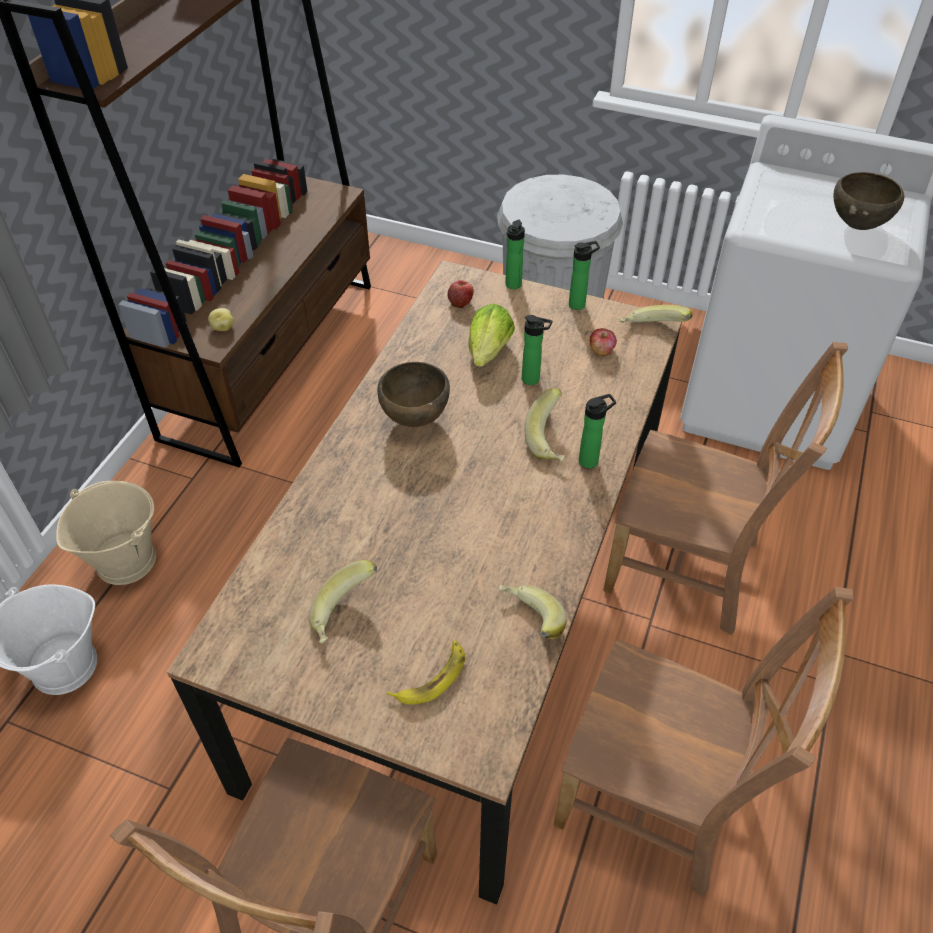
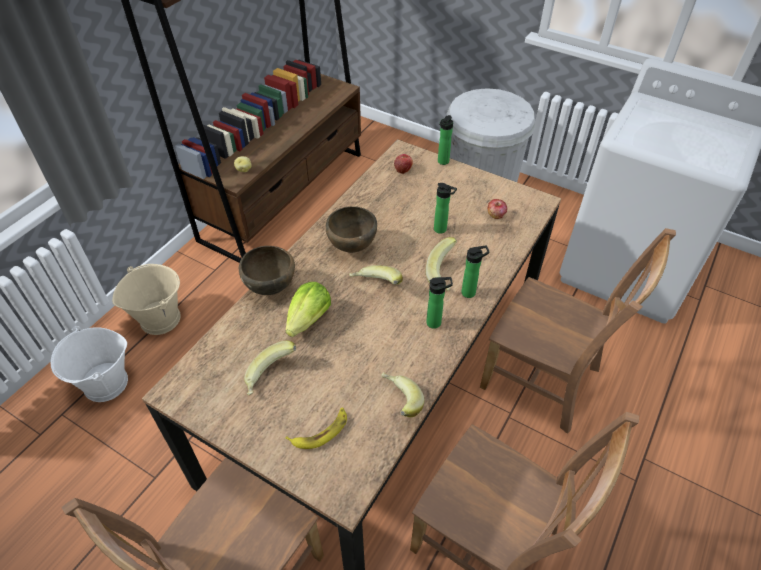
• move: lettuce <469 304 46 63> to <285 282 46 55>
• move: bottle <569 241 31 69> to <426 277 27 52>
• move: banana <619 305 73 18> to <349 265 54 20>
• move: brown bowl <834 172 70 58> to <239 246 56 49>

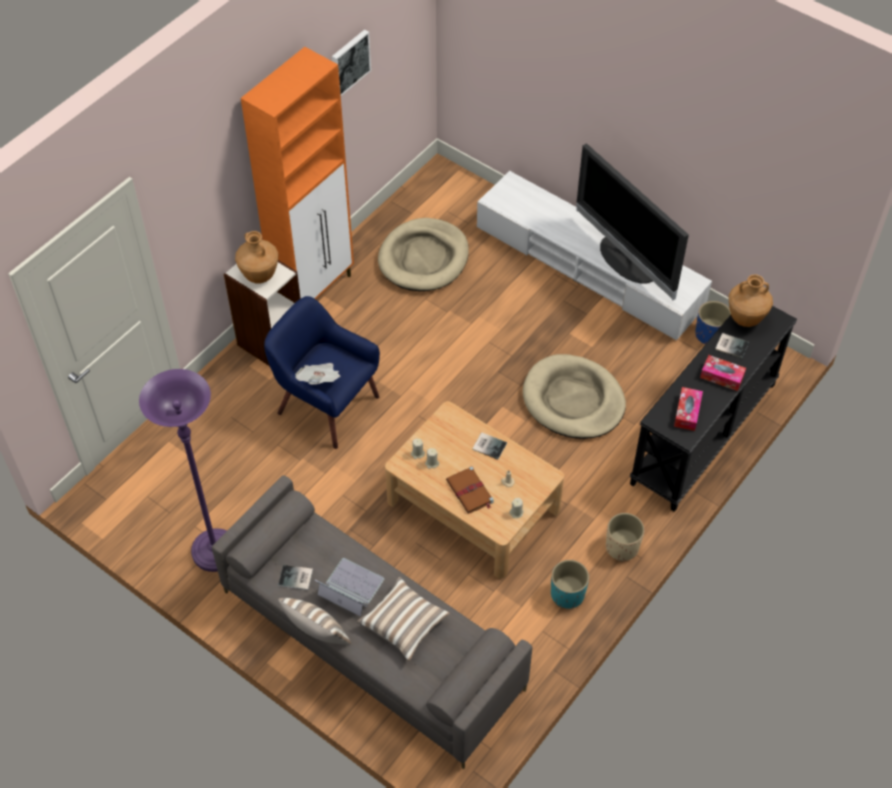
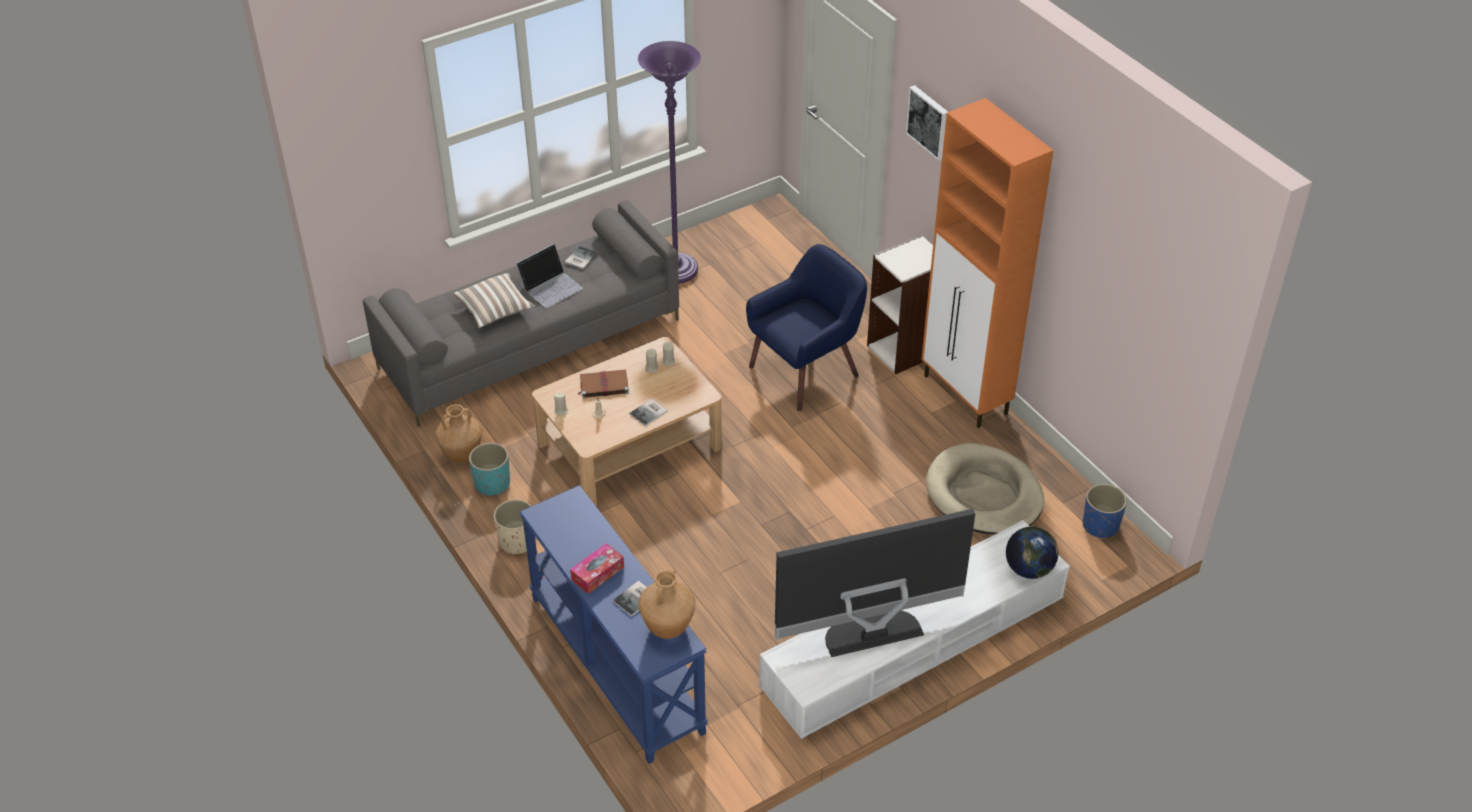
• delete: pillow <278 598 73 47>
• delete: newspaper <295 363 46 21>
• delete: beige dog bed <523 354 103 85>
• delete: tissue box <674 387 29 44>
• insert: globe <1006 526 52 53>
• move: brown vase <235 231 44 52> to <435 404 47 59>
• move: picture <332 29 39 67> to <906 85 42 76>
• move: blue planter <695 301 36 43> to <1083 484 44 55>
• recolor: black console table <630 306 167 206> to blue console table <520 485 188 279>

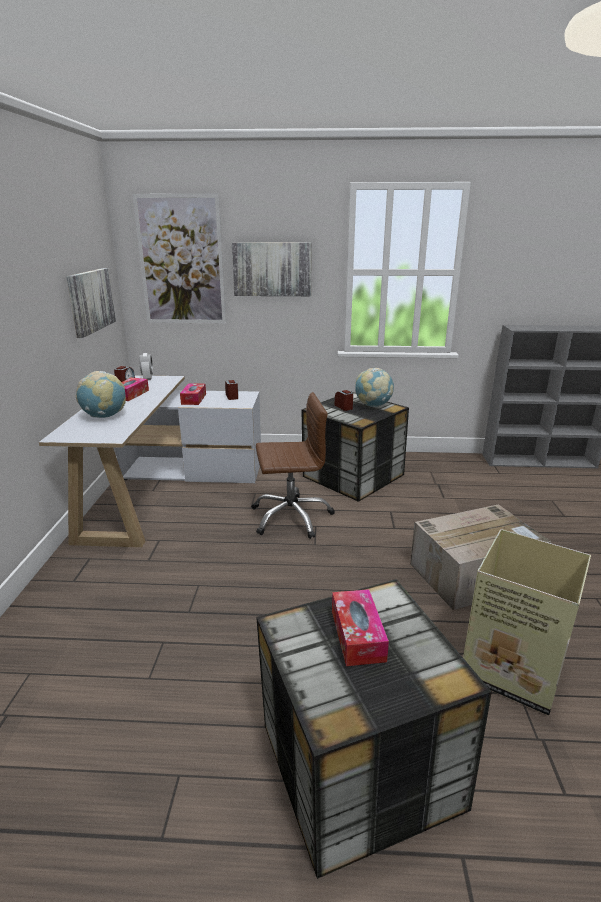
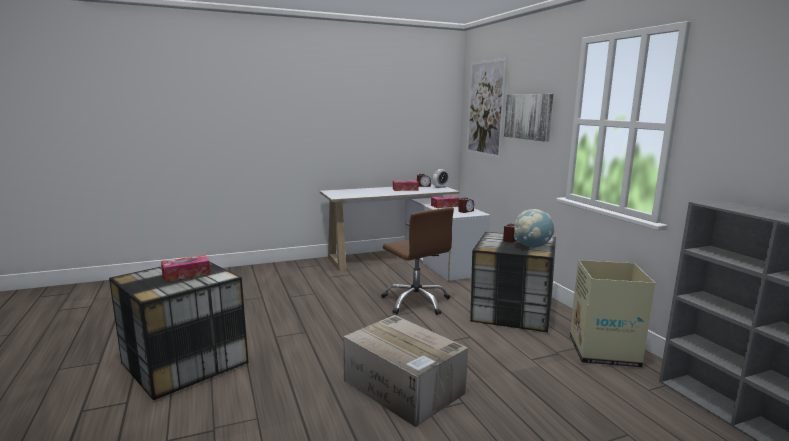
• delete: picture <66 268 50 70>
• delete: globe <76 371 50 47>
• move: cardboard box <463 529 128 187> to <570 260 85 108>

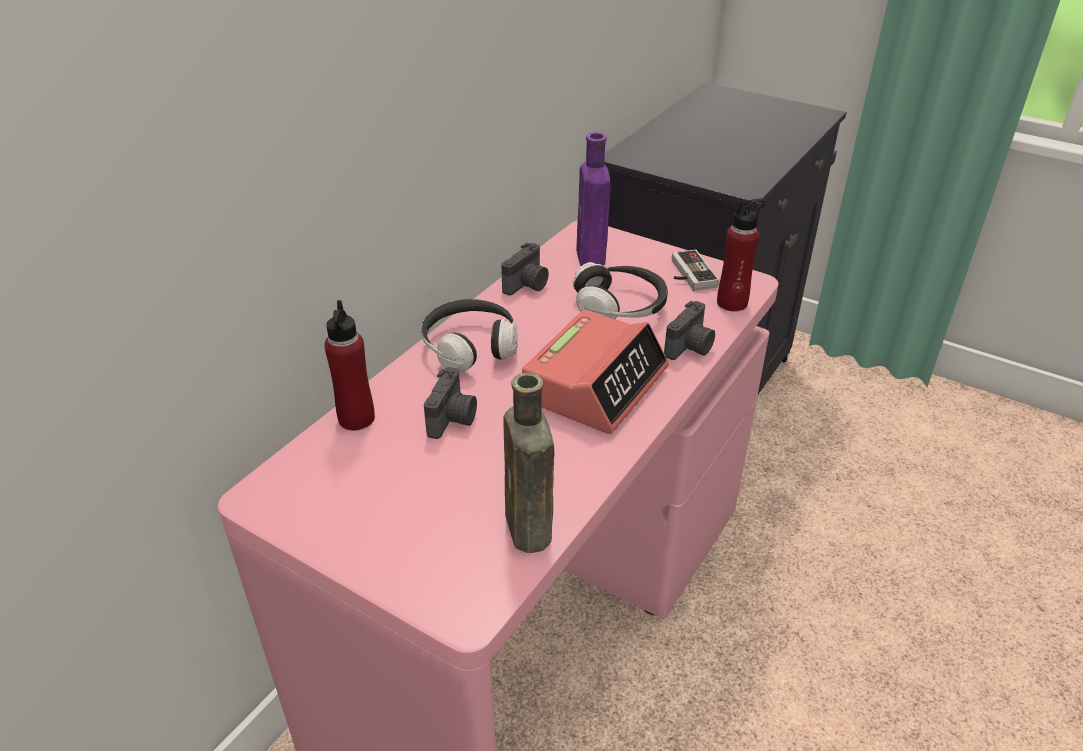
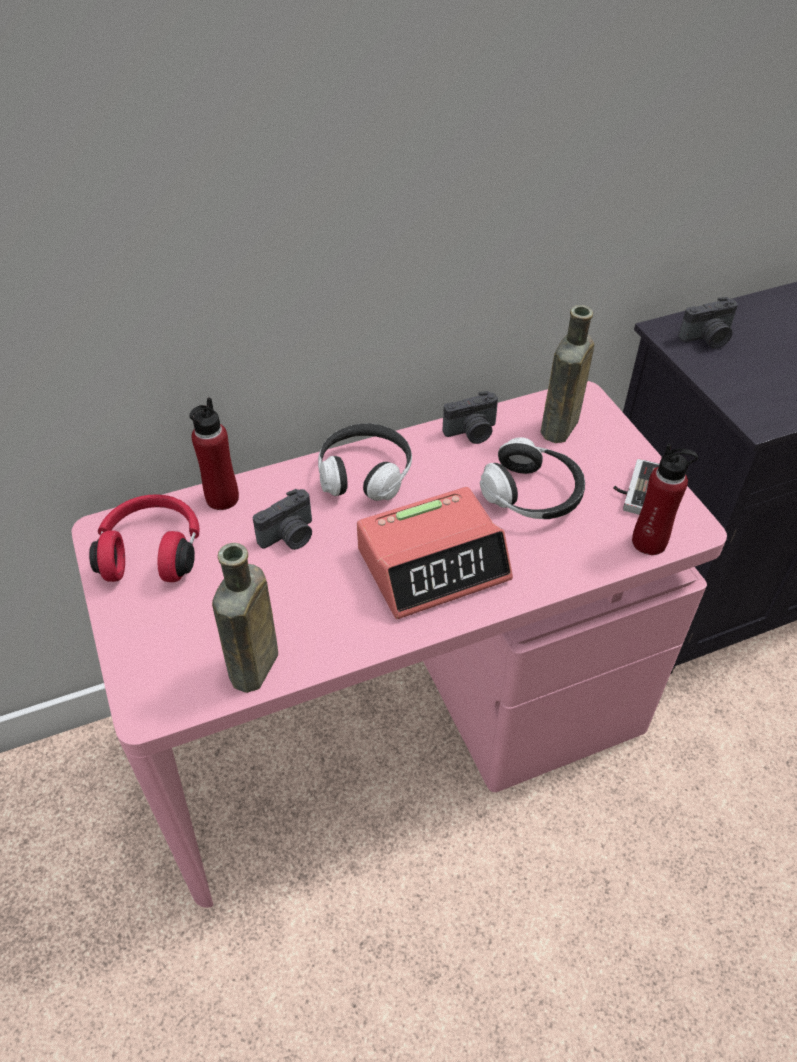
• insert: red headphones <89 494 111 88>
• move: photo camera <664 301 51 59> to <678 297 60 52>
• recolor: purple bottle <576 132 35 134> to brown bottle <541 305 53 138>

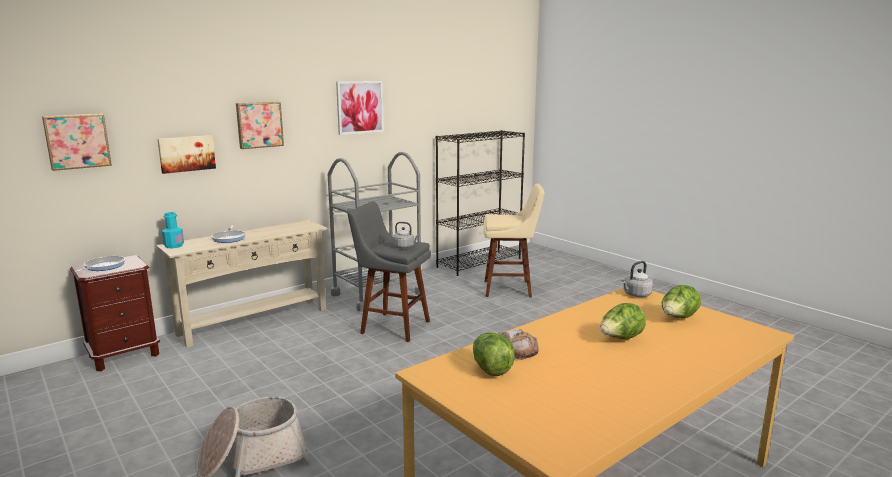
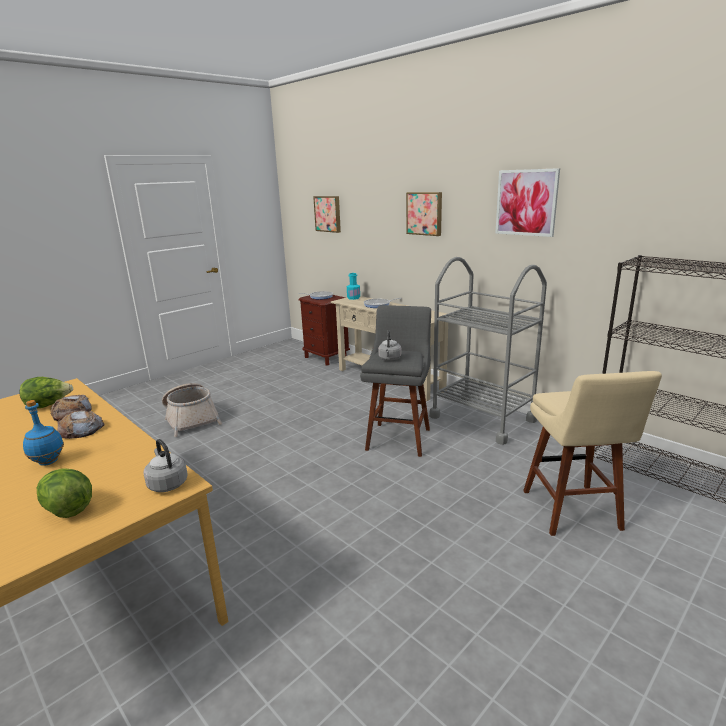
• delete: picture <157 135 59 39>
• insert: bread <57 410 48 29>
• replace: lettuce <600 303 46 36> to blue bottle <23 400 41 66>

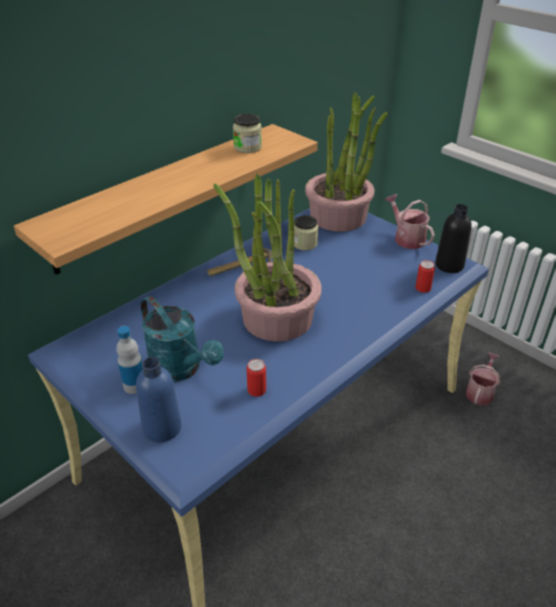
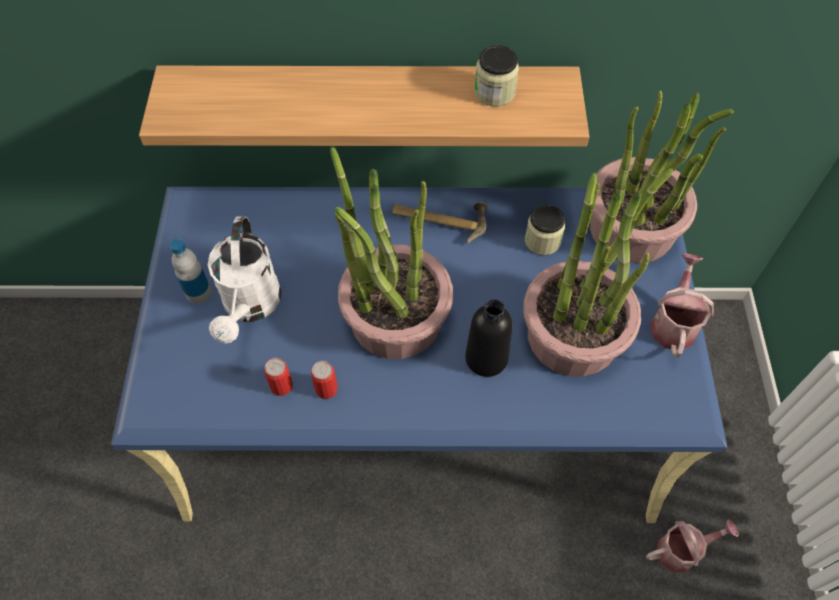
• delete: blue bottle <136 357 45 85>
• insert: potted plant <523 169 150 208>
• move: can <415 260 20 33> to <311 361 27 38>
• move: black bottle <435 204 37 69> to <465 299 48 78>
• recolor: turquoise watering can <141 296 83 86> to white watering can <208 216 73 127>

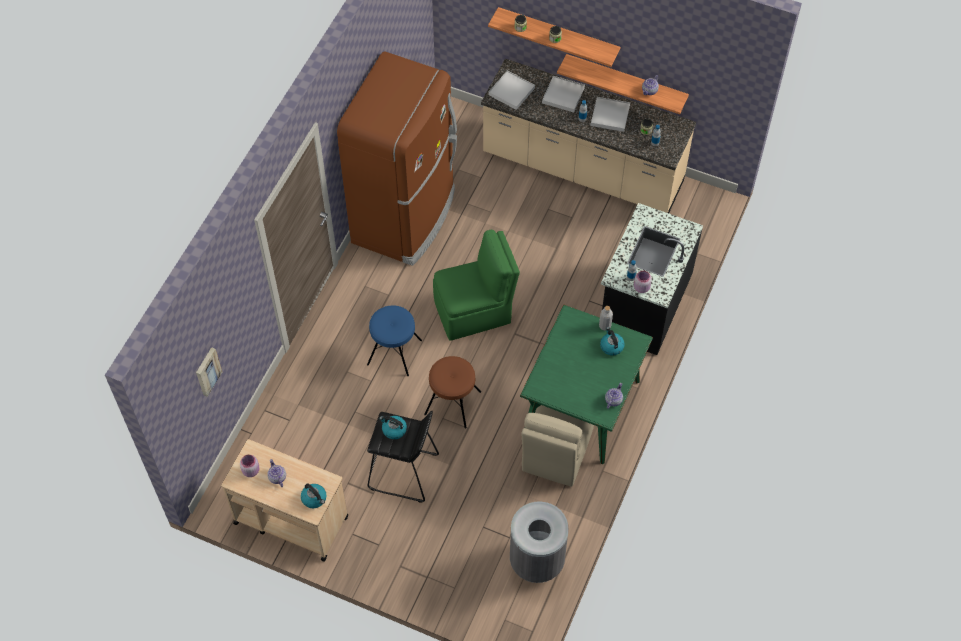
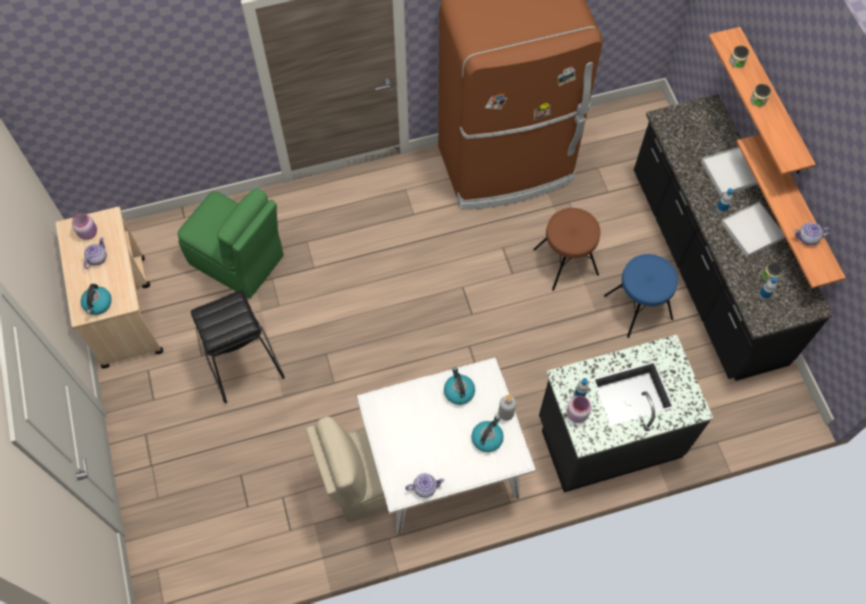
• delete: picture <196 347 26 50>
• delete: white tray <489 70 46 40>
• delete: grey trash can <510 502 59 81>
• move: blue stool <367 305 55 71> to <604 254 74 84>
• move: kettle <379 416 28 23> to <444 367 31 38>
• move: brown stool <424 356 57 73> to <533 208 68 83>
• move: green chair <433 230 87 111> to <177 188 107 111>
• recolor: beige counter <481 59 215 154> to black counter <634 94 199 287>
• recolor: green dining table <520 305 133 159> to white dining table <356 357 180 177>

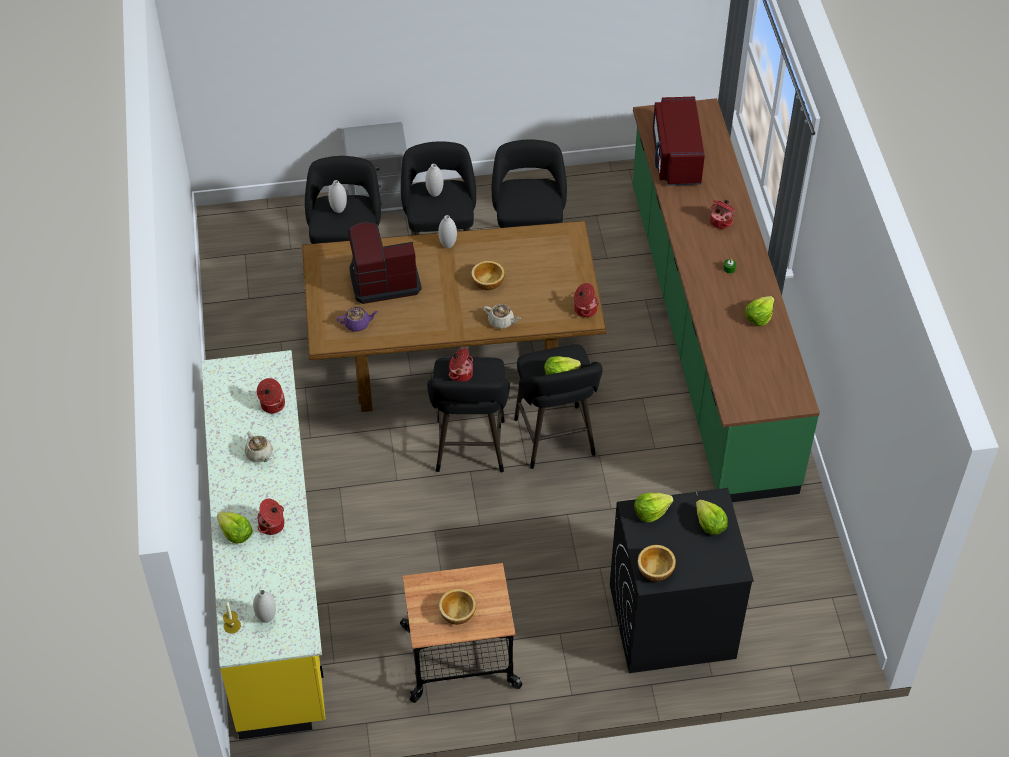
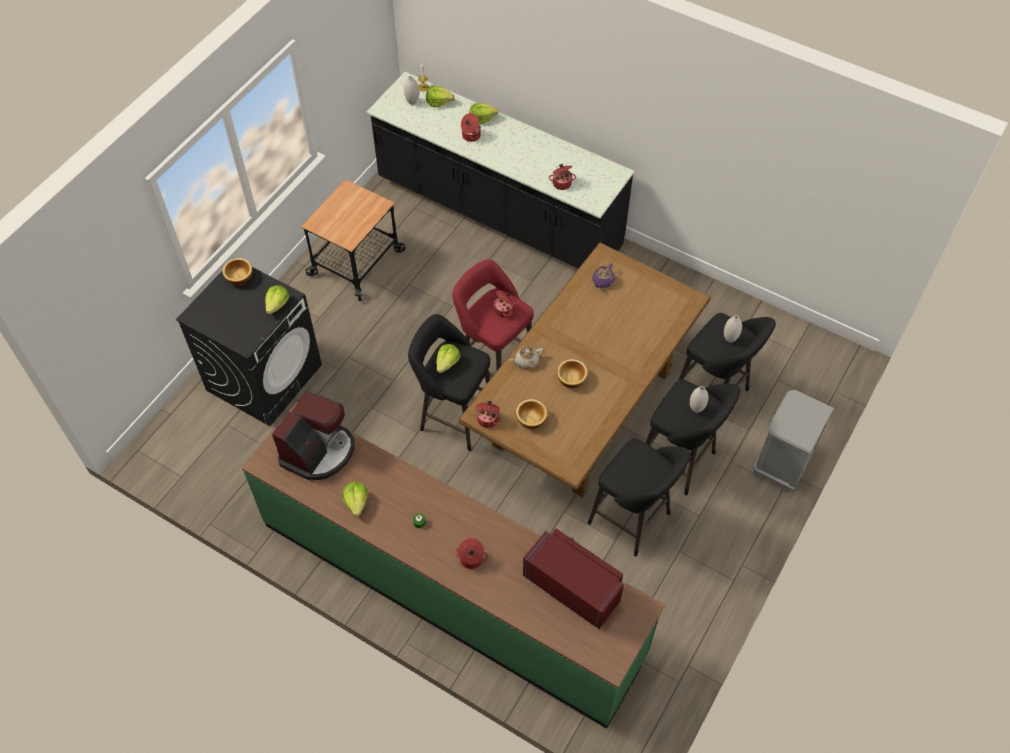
• delete: beige teapot <245 431 28 31>
• delete: white vase <438 215 19 33>
• move: coffee machine <348 222 74 82> to <272 392 83 88>
• move: bowl <439 589 37 36> to <516 399 31 30>
• move: lettuce <696 500 32 35> to <426 86 28 21>
• recolor: yellow counter <201 350 125 389> to black counter <367 72 267 197>
• recolor: black stool <427 357 83 115> to red stool <452 259 82 118>

